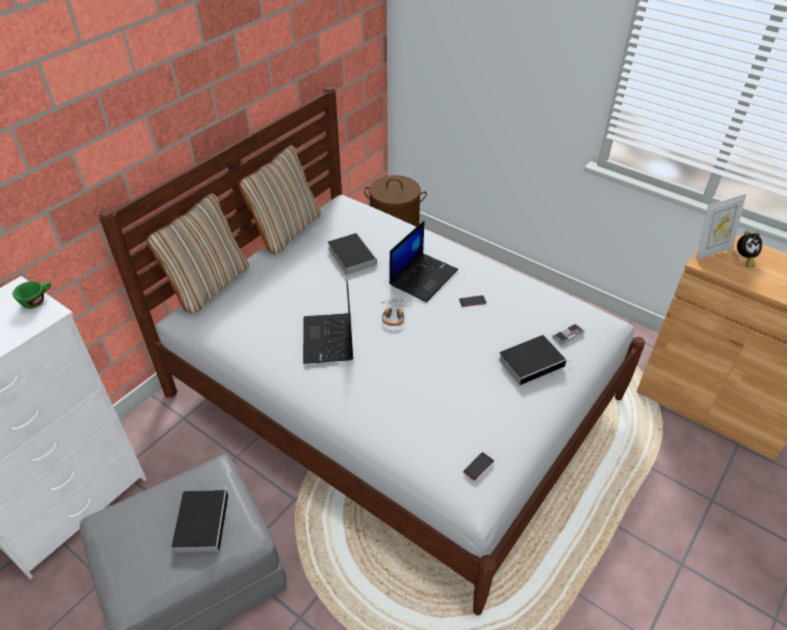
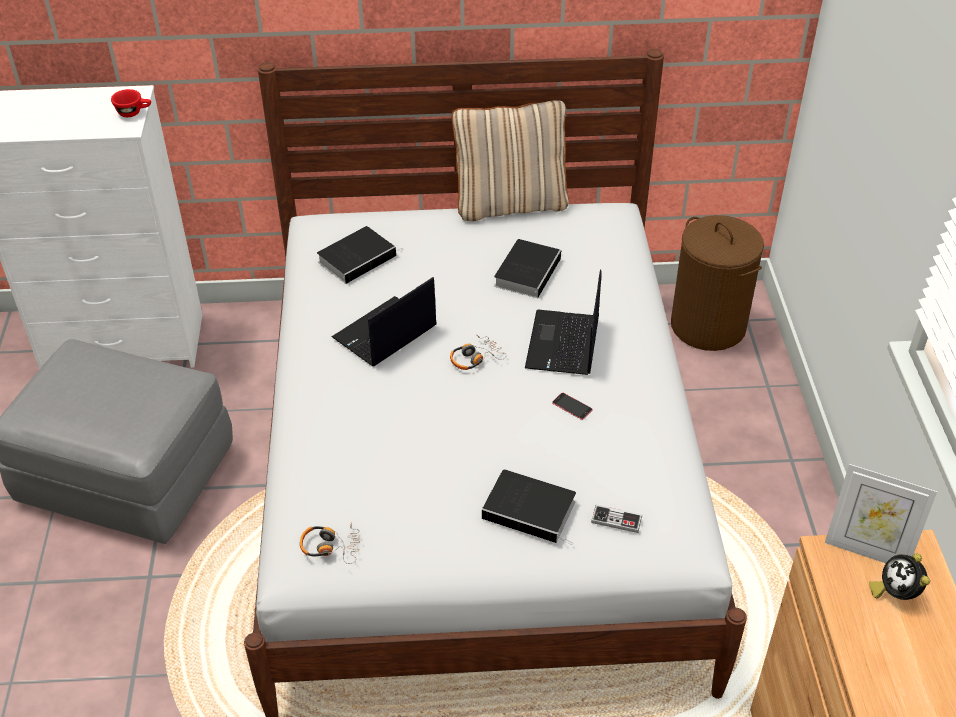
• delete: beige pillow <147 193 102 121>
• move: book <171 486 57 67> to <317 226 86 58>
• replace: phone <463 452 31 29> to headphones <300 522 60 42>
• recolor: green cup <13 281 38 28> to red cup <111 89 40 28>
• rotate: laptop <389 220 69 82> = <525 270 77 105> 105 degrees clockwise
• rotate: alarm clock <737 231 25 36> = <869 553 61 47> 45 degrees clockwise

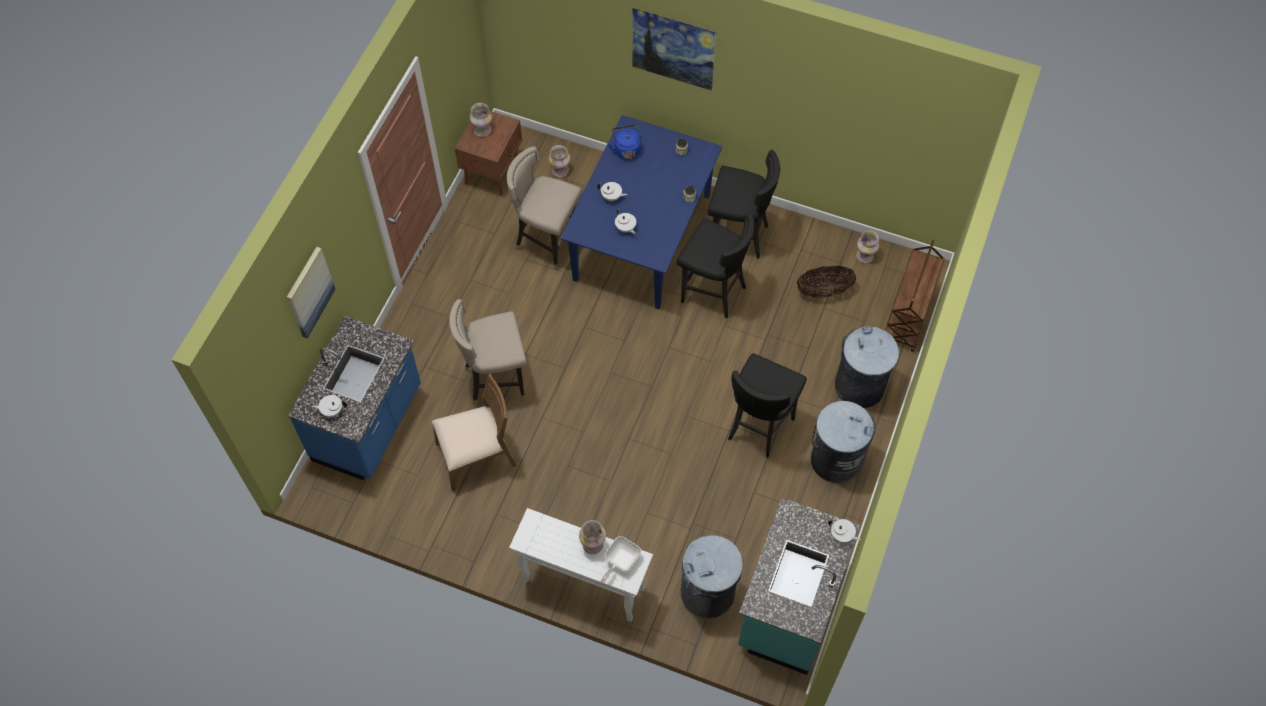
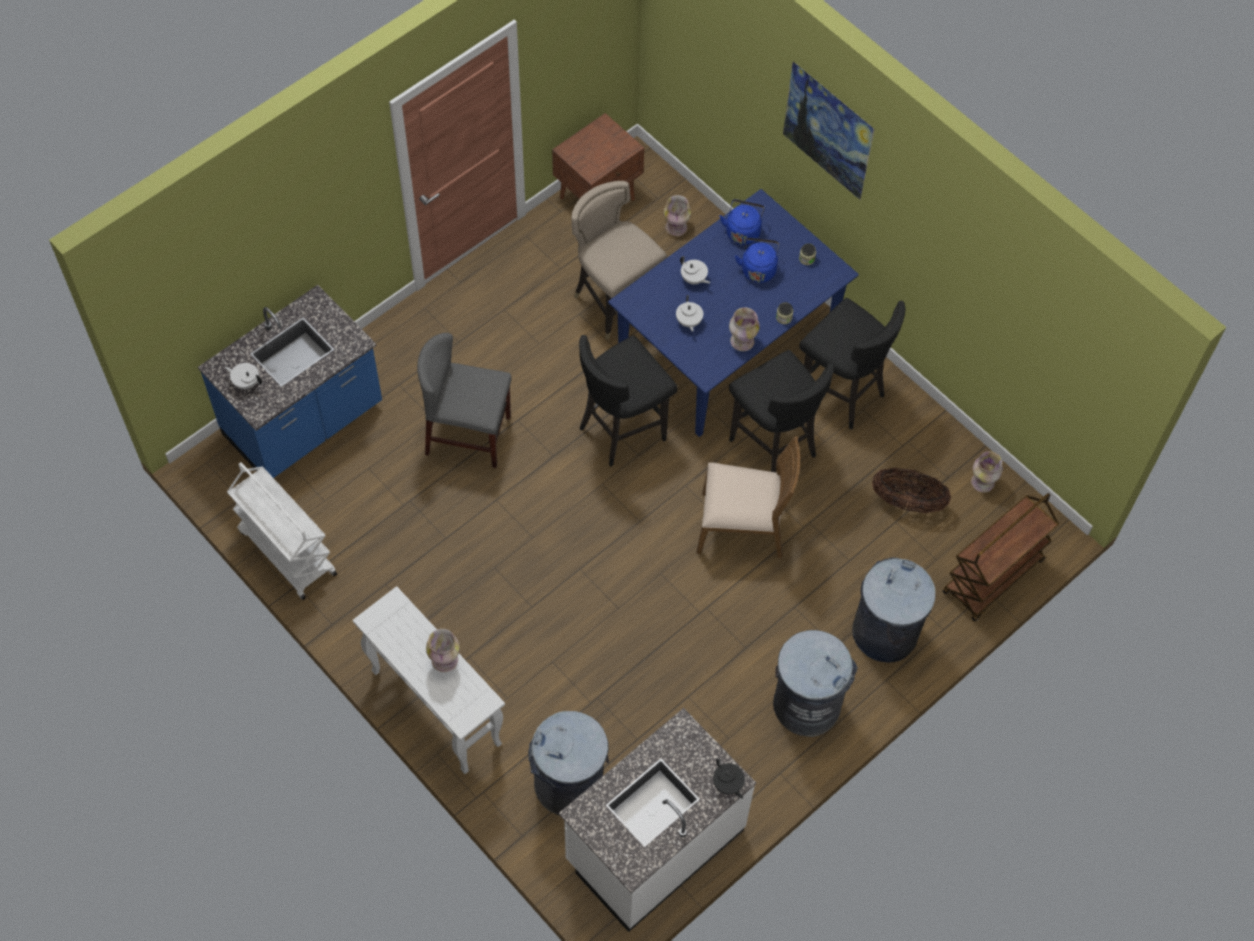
• delete: picture <287 247 49 91>
• delete: frying pan <601 536 40 48>
• insert: white cart <227 462 110 138>
• insert: blue kettle <735 238 44 45>
• move: brown chair <432 374 84 117> to <696 436 104 122>
• move: vase <470 103 22 34> to <729 307 31 44>
• move: black stool <728 353 79 104> to <579 335 99 132>
• replace: beige stool <449 299 78 107> to grey chair <417 333 95 135>
• recolor: turquoise counter <738 497 122 178> to white counter <559 708 197 224>
• recolor: white teapot <828 519 33 24> to black teapot <713 759 32 40>

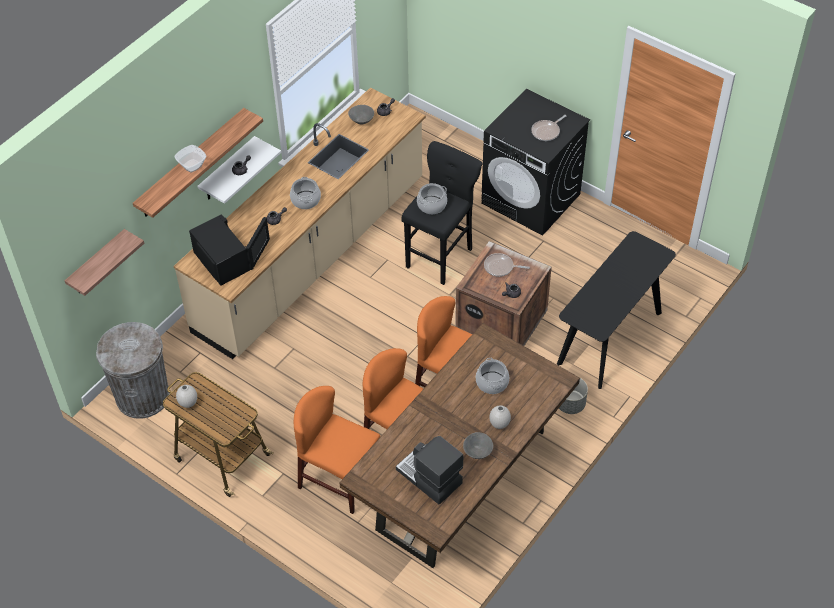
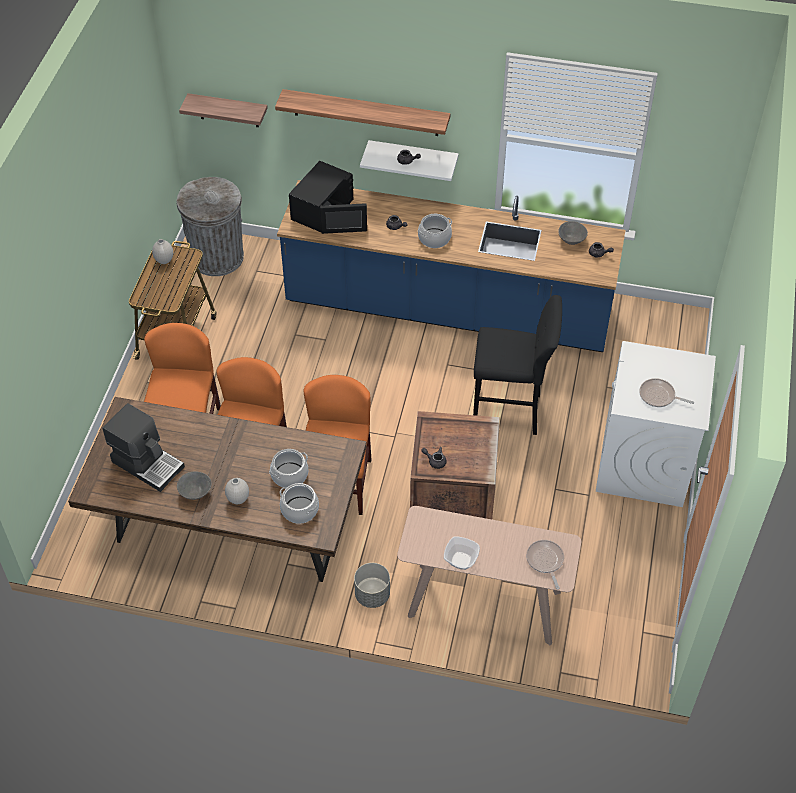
• move: bowl <174 145 33 27> to <444 537 36 33>
• move: cooking pot <417 183 30 31> to <280 483 39 41>
• move: frying pan <484 253 46 24> to <526 540 38 49>
• recolor: beige counter <173 87 253 272> to blue counter <277 180 348 172>
• recolor: black washing machine <481 89 109 147> to white washing machine <596 341 120 166>
• recolor: black console table <557 231 119 158> to beige console table <397 506 184 139>
• rotate: coffee machine <396 436 67 68> = <102 403 83 89> 105 degrees clockwise

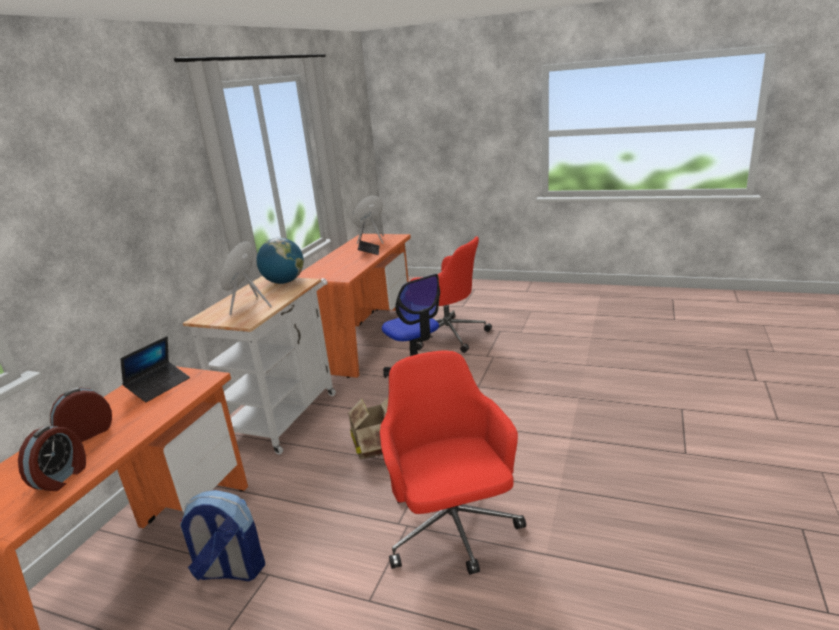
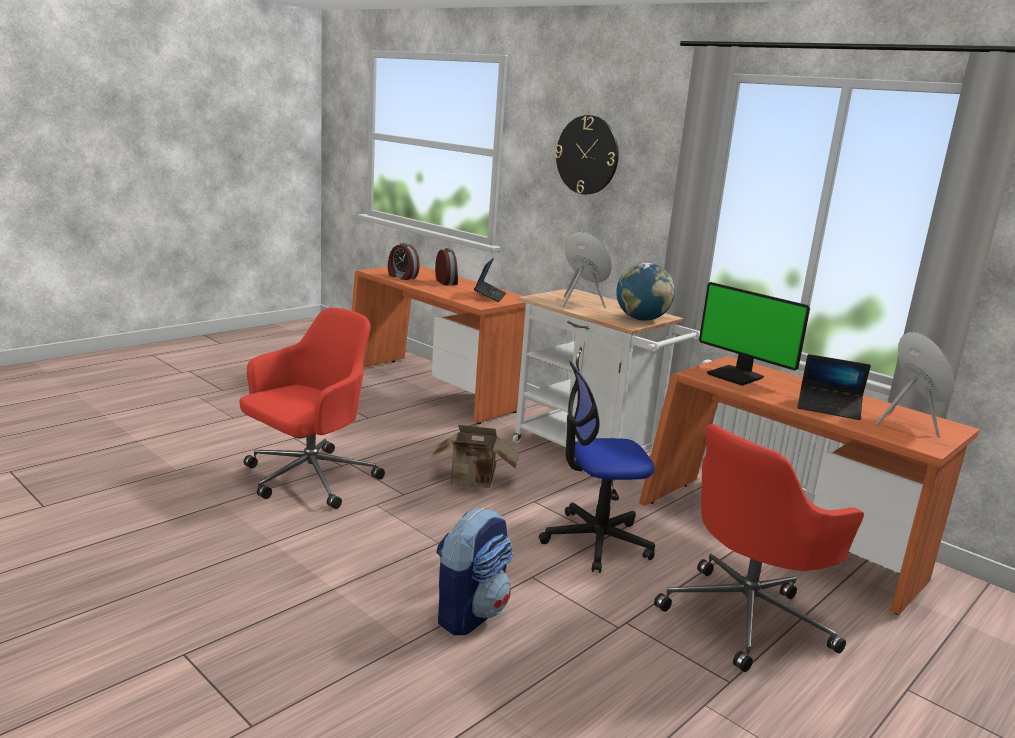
• insert: wall clock <555 115 64 79>
• insert: monitor <699 282 111 104>
• move: backpack <180 490 85 91> to <436 508 77 127>
• rotate: laptop <121 336 69 66> = <474 258 32 44> 135 degrees counterclockwise
• rotate: red office chair <380 351 146 224> = <239 307 146 202> 60 degrees counterclockwise

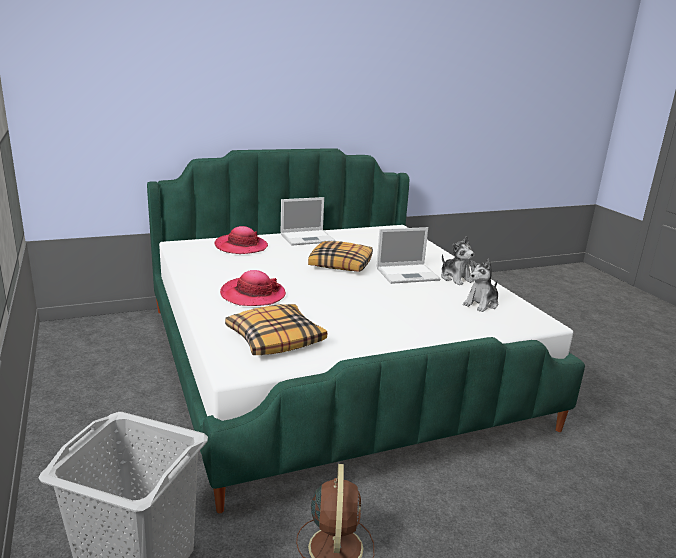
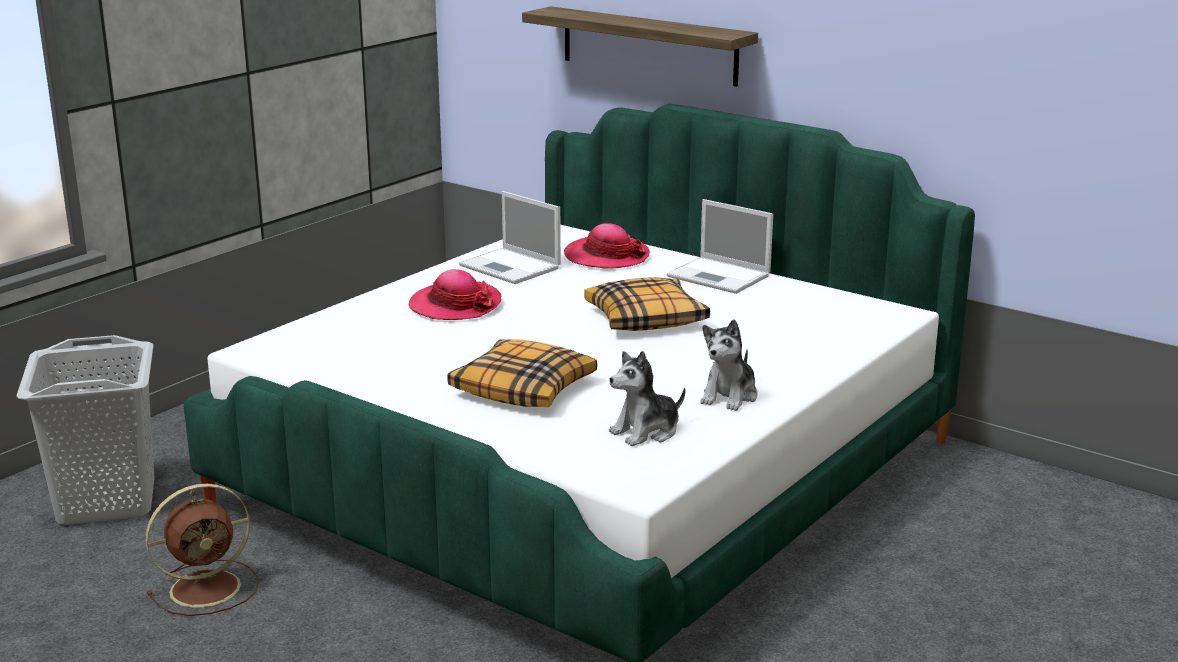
• insert: shelf <522 6 236 80>
• move: pillow <225 304 102 51> to <447 339 150 68>
• move: laptop <376 227 64 57> to <459 191 102 93>
• rotate: plush toy <463 259 35 53> = <609 351 77 95> 45 degrees counterclockwise

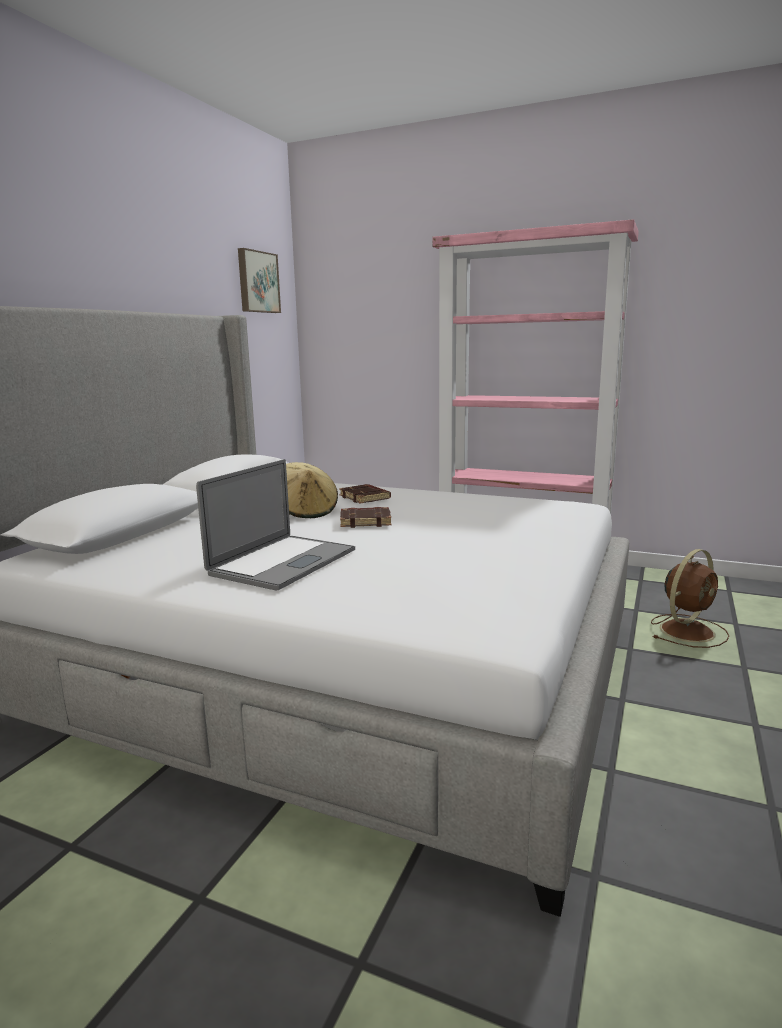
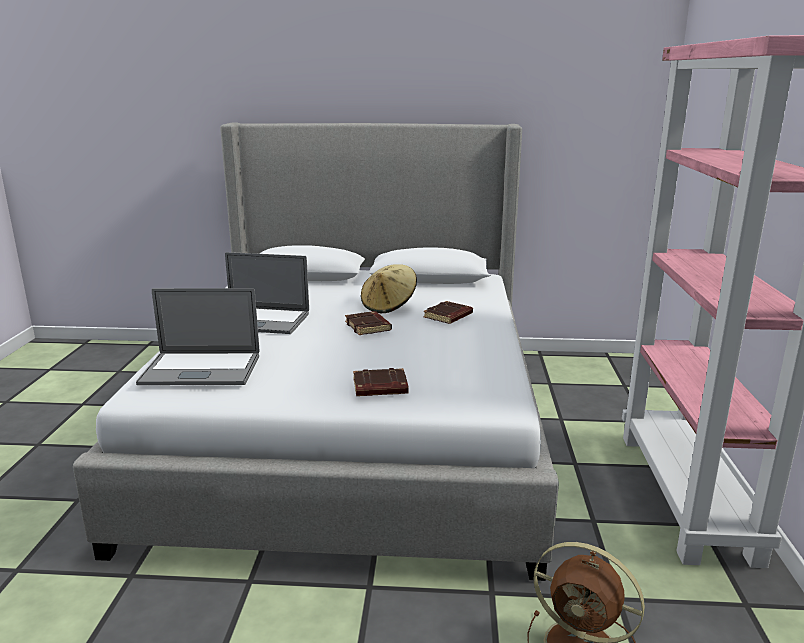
• delete: picture <238 248 43 65>
• insert: laptop <136 288 123 97>
• insert: brown book <353 368 56 28>

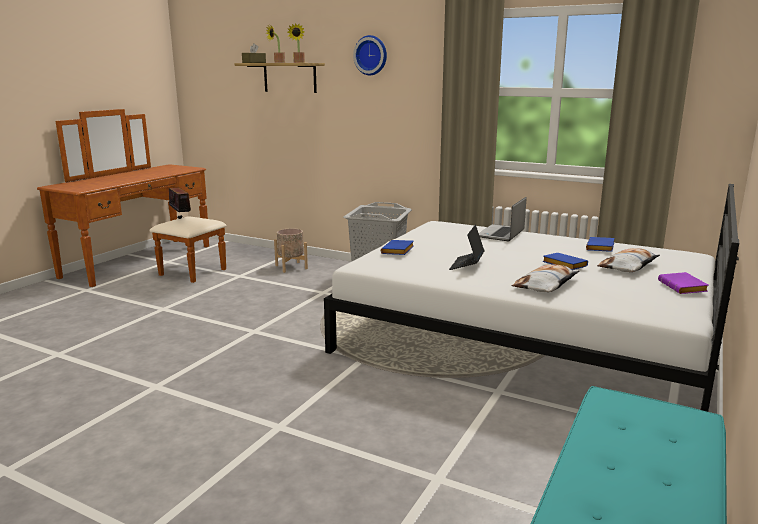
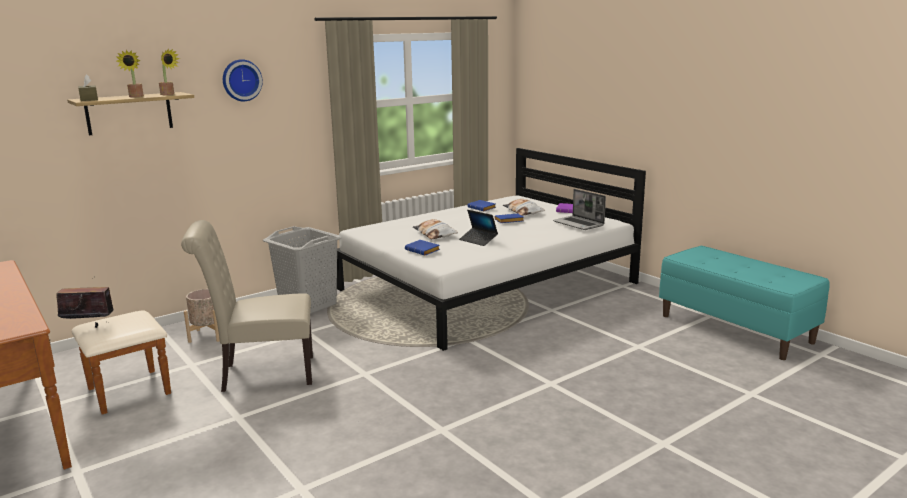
• insert: beige chair <181 220 132 172>
• move: laptop <479 197 47 44> to <553 189 53 41>
• move: pillow <511 264 69 28> to <413 219 45 20>

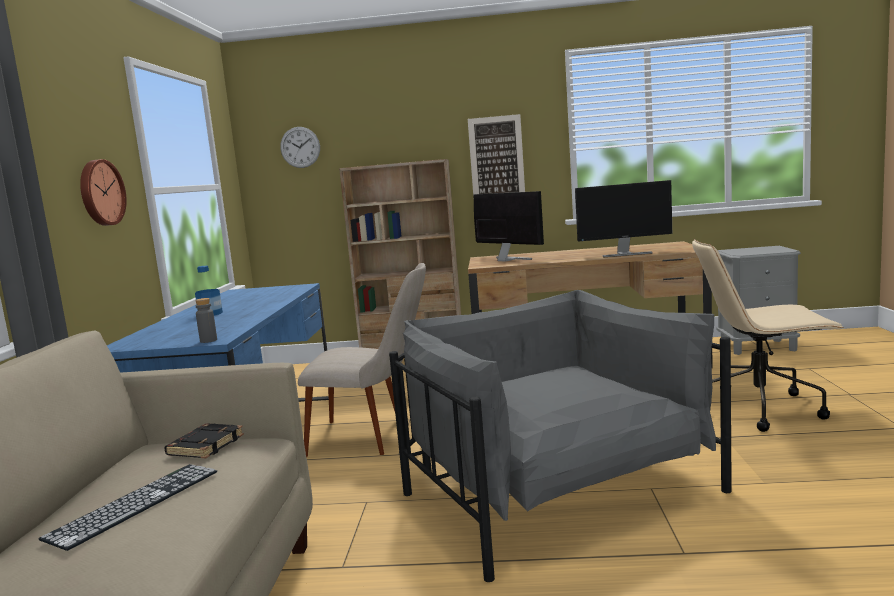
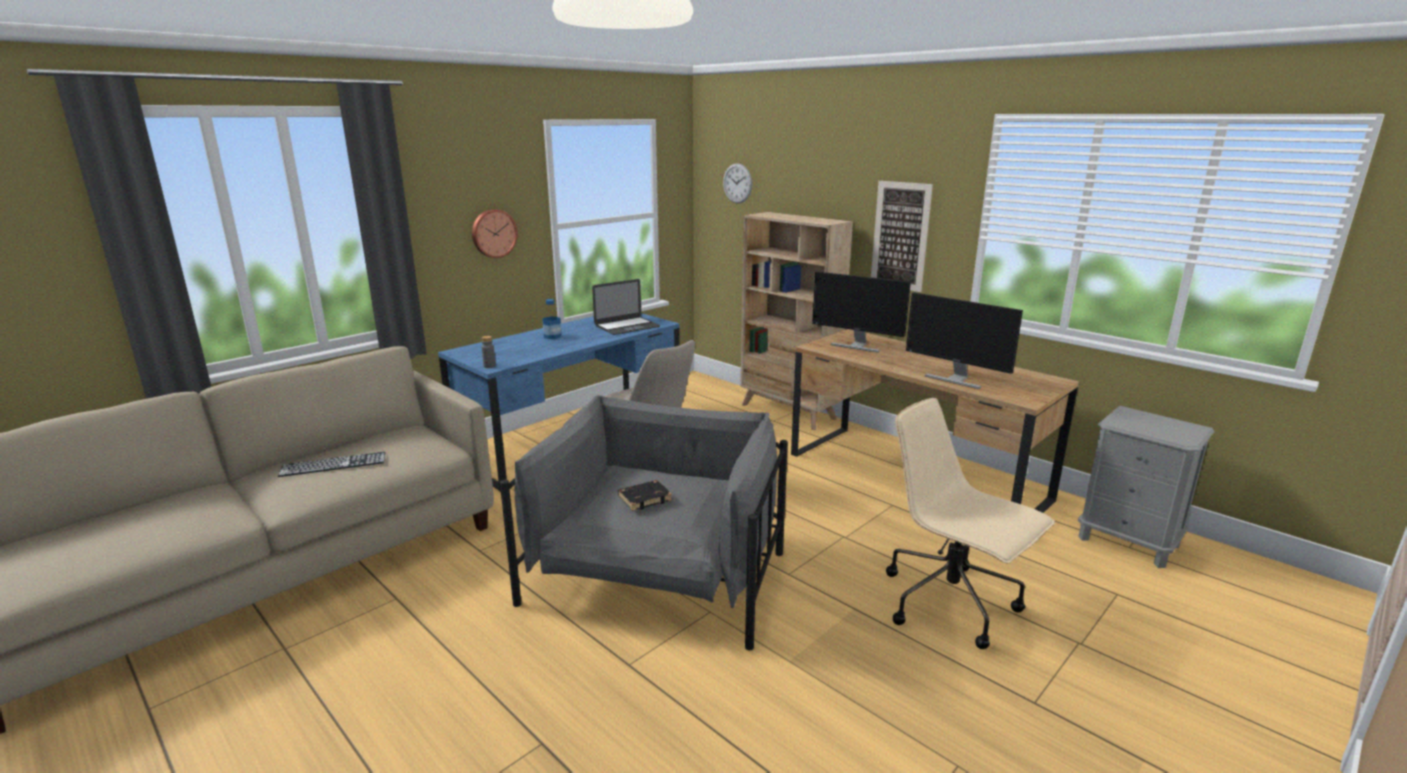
• insert: laptop <592 279 69 56>
• move: black book <164 424 80 34> to <618 480 54 31>
• rotate: monitor <474 191 70 71> = <812 272 99 81> 120 degrees clockwise

